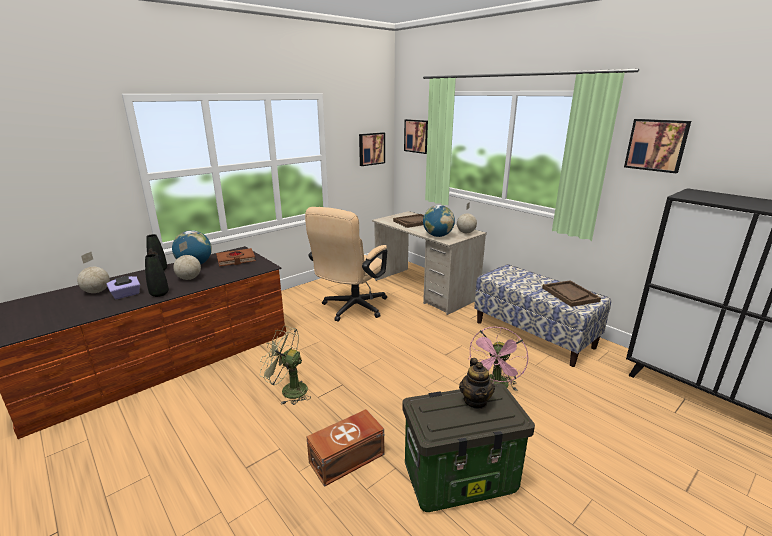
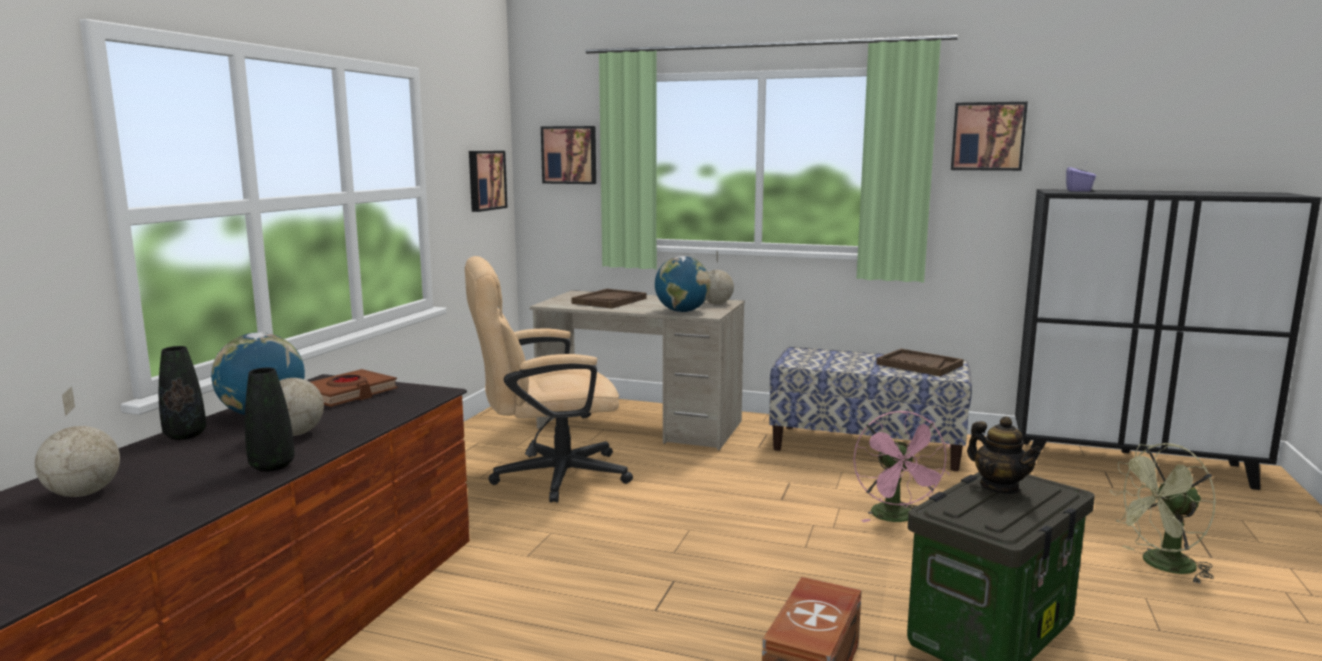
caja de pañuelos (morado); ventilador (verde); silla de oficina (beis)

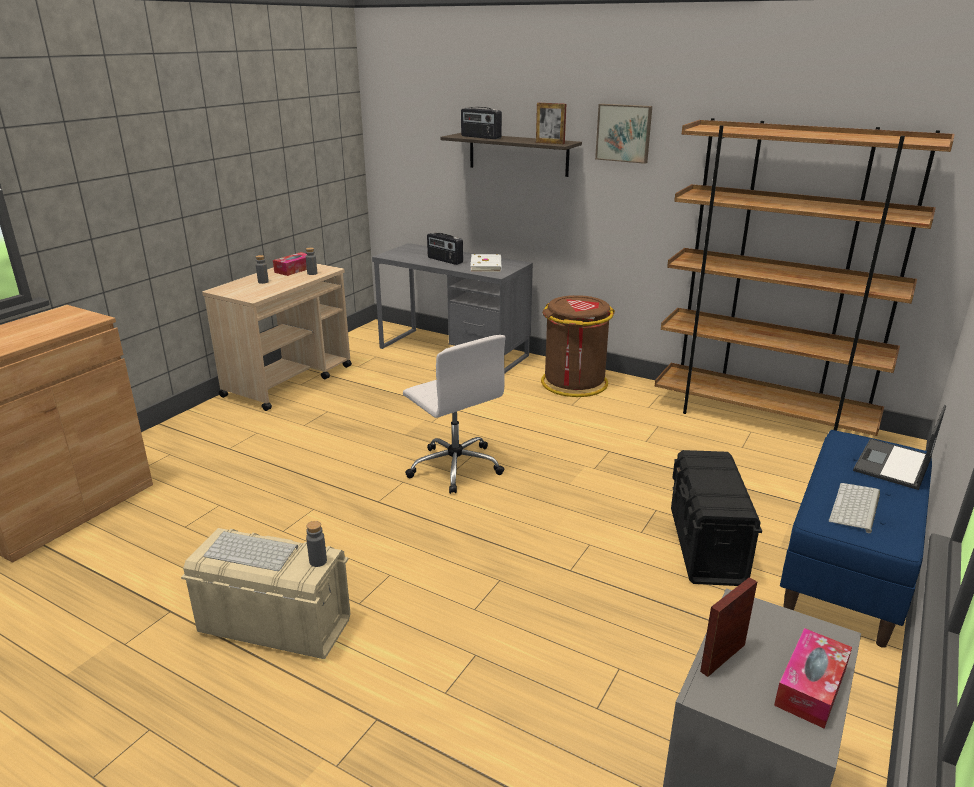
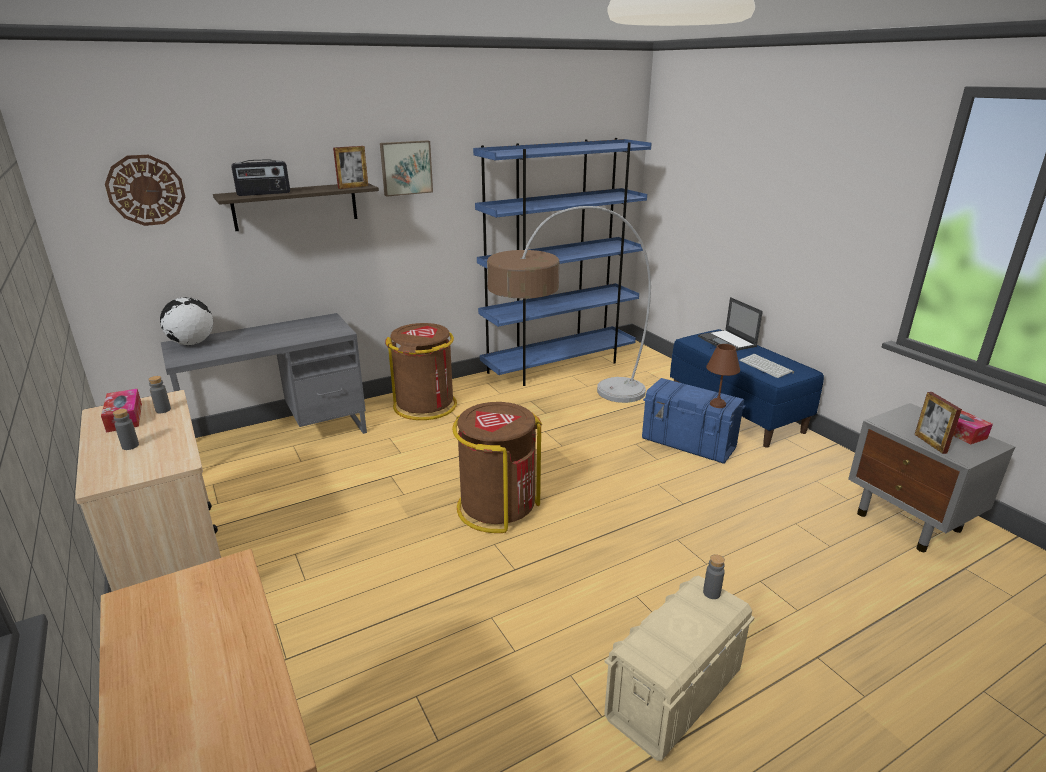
teclado (1st from left in the first image); papelera (marrón) (2nd from left); radio (1st from left in the first image); libro (blanco); estantería (azul); caja de almacenaje (azul); reloj de pared; globo terráqueo; lámpara de pie; lámpara de mesa (marrón)

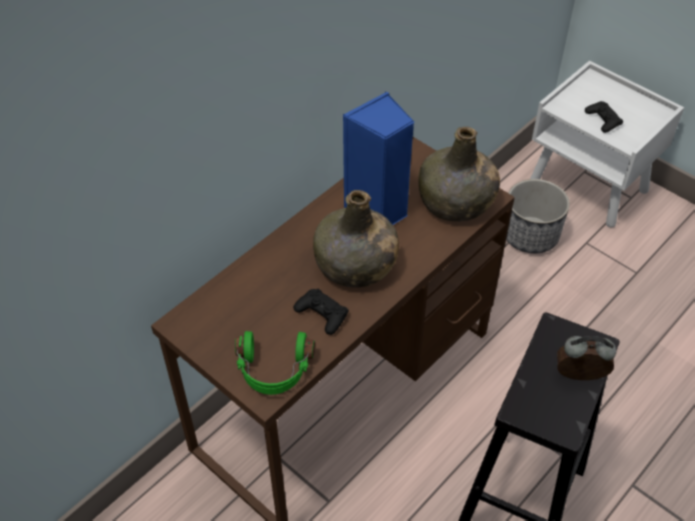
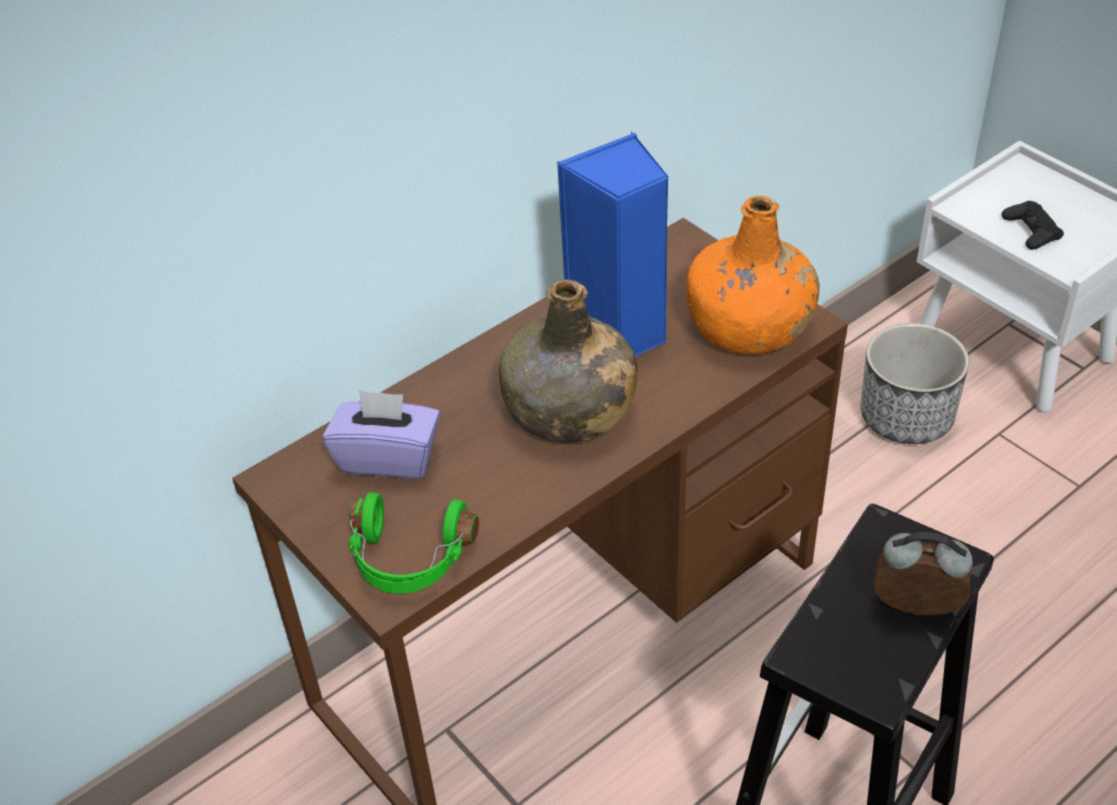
mando de consola (negro) (1st from left in the first image); botella (naranja); caja de pañuelos (morado)

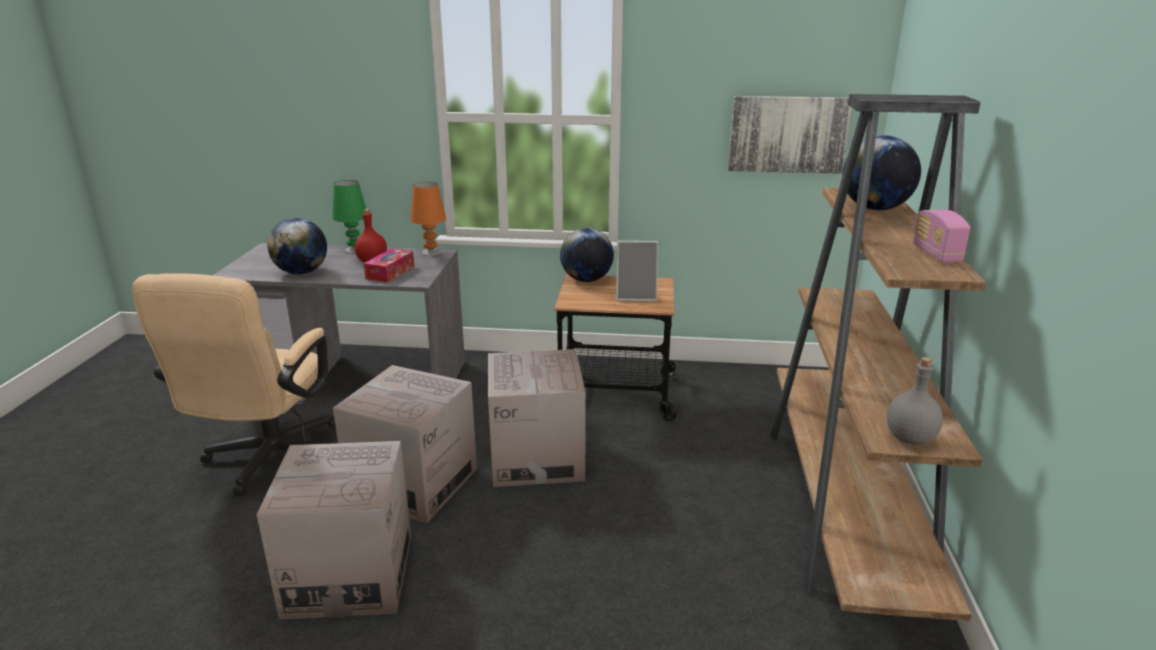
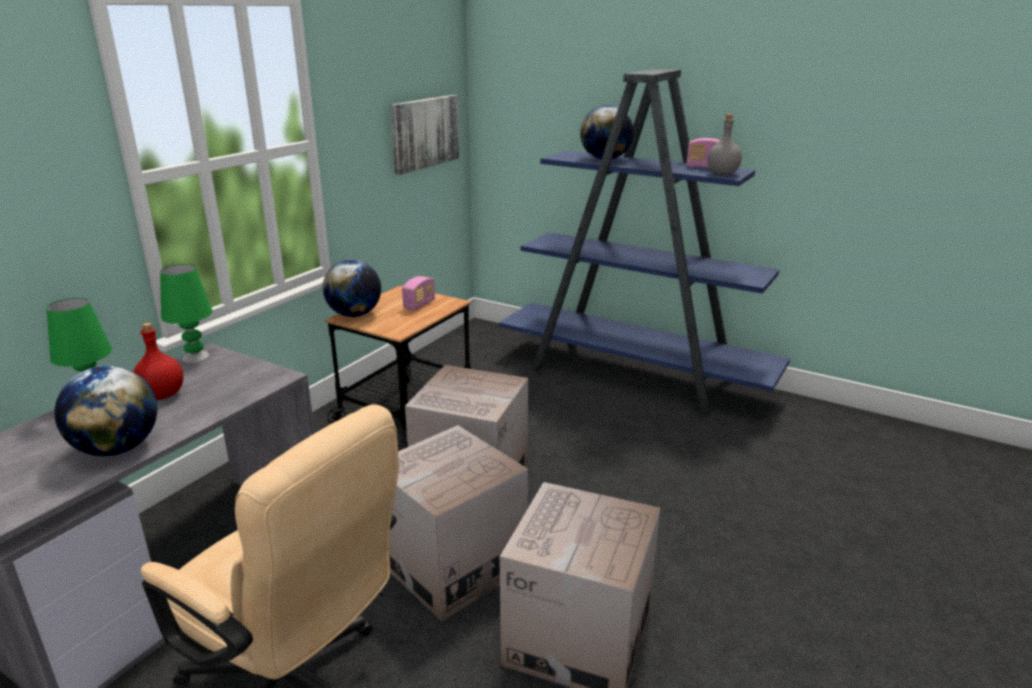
caja de pañuelos; lámpara de mesa (verde) (2nd from left); radio (1st from left); estantería (azul); botella (gris)

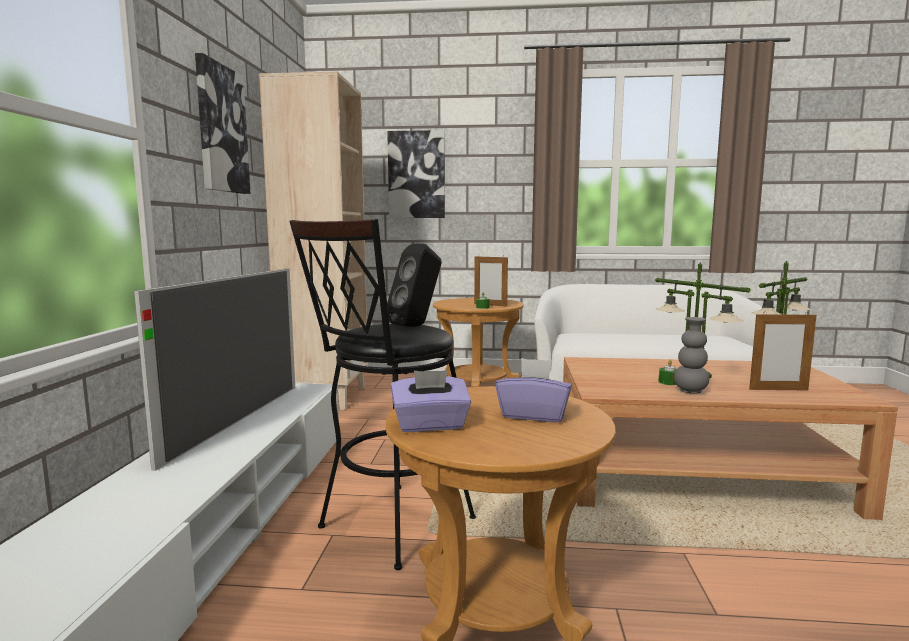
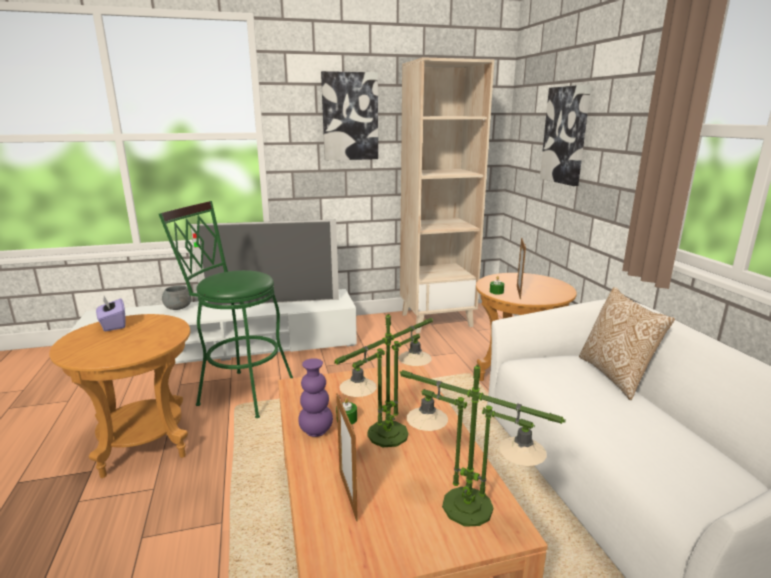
taburete (verde); altavoz (negro); caja de pañuelos (morado) (2nd from left in the first image); florero (morado); cuenco (gris); cojín

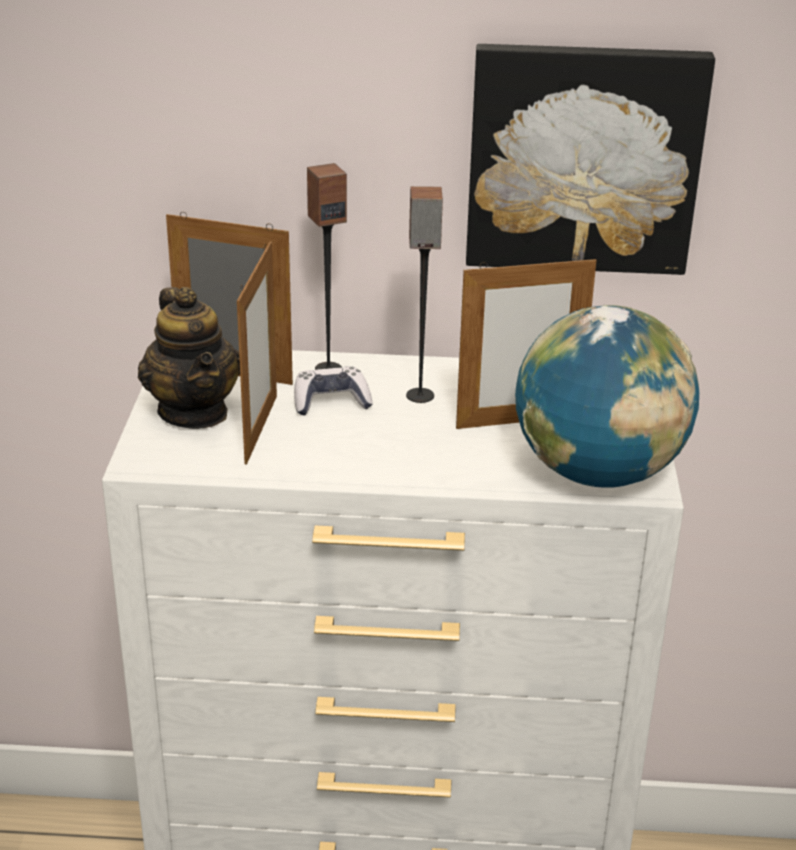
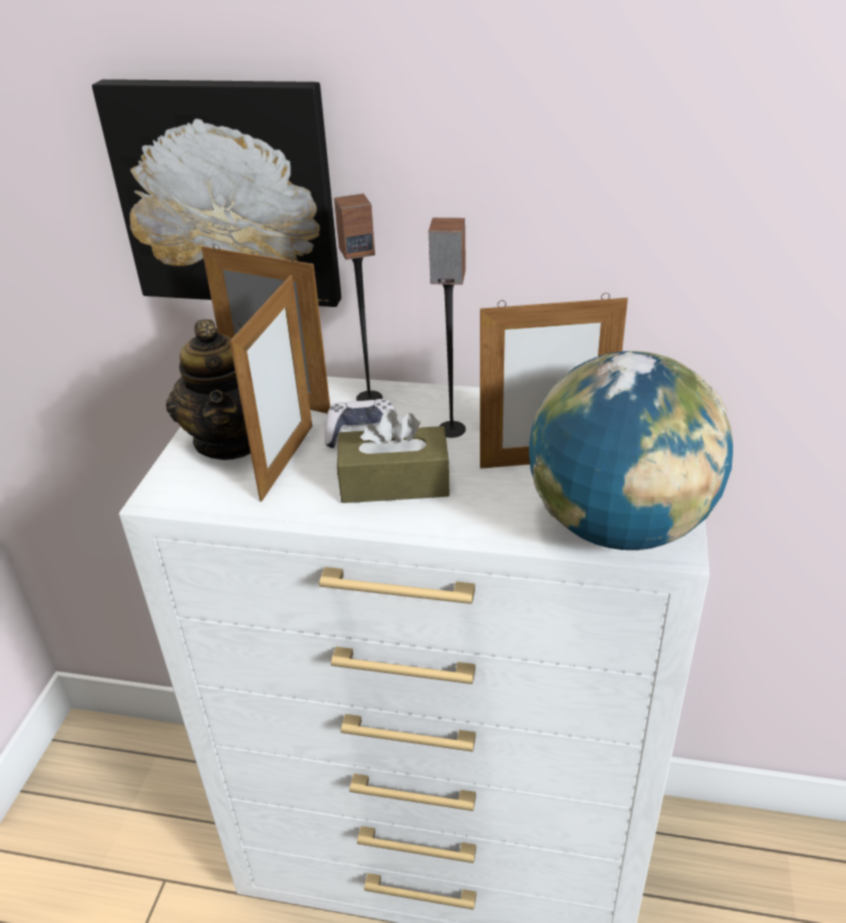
cuadro; caja de pañuelos (marrón)

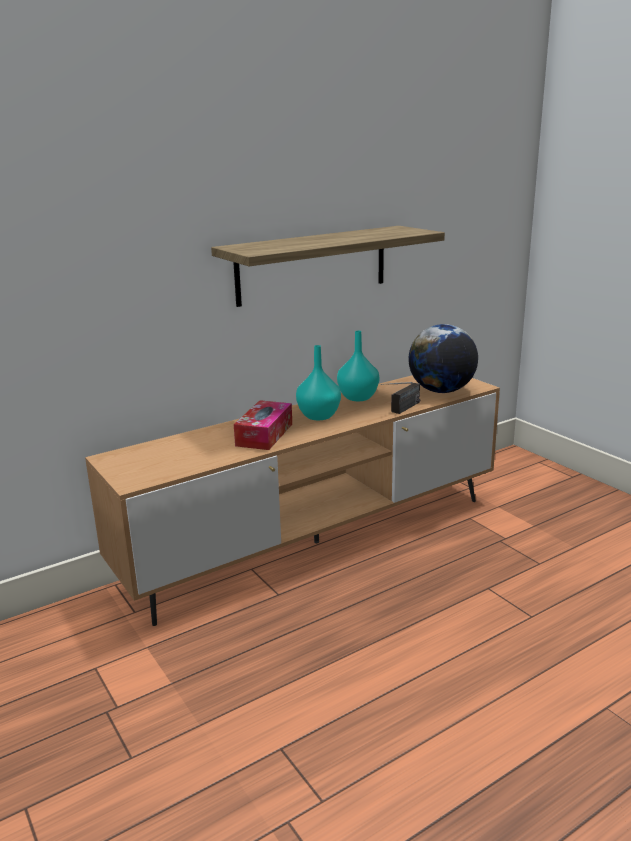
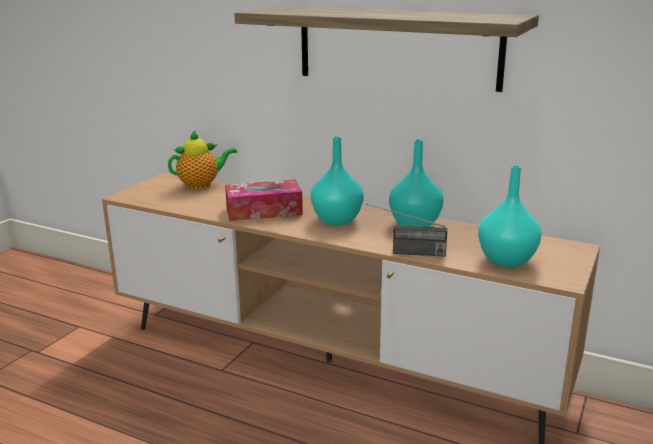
florero (turquesa) (3rd from left); tetera

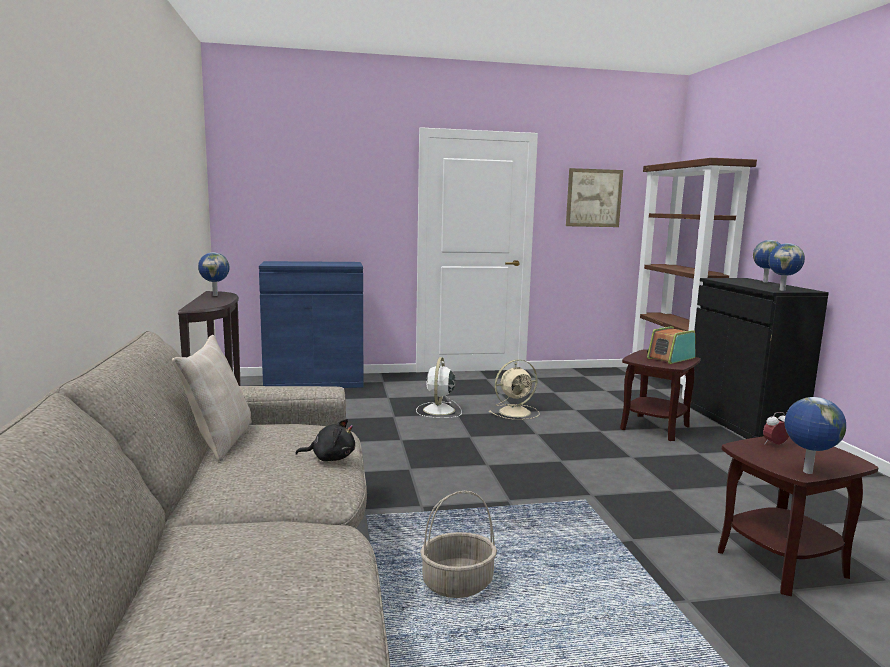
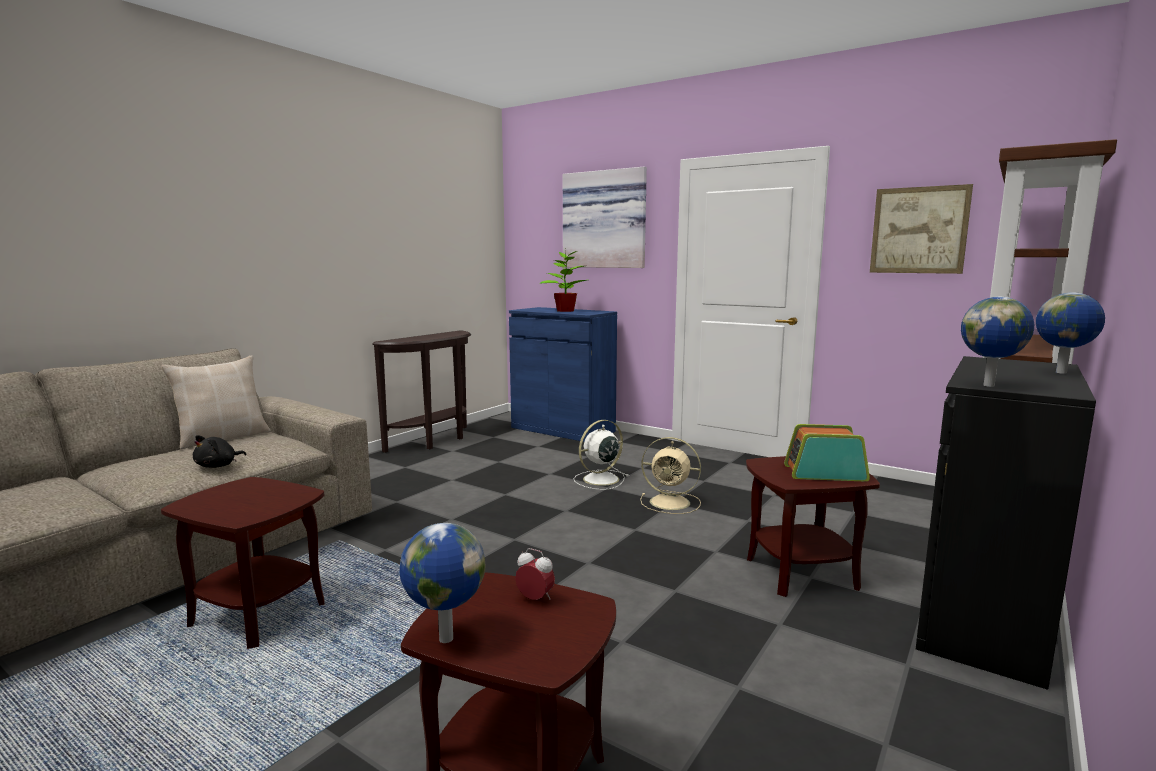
globo terráqueo (1st from left in the first image); peluche (negro); mesa auxiliar (marrón) (1st from left); planta en maceta; cuadro (1st from left)

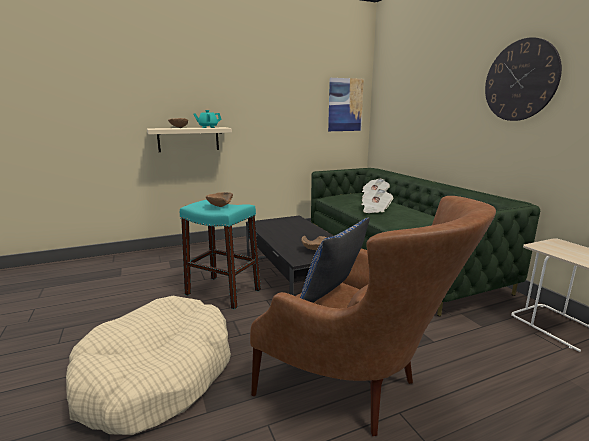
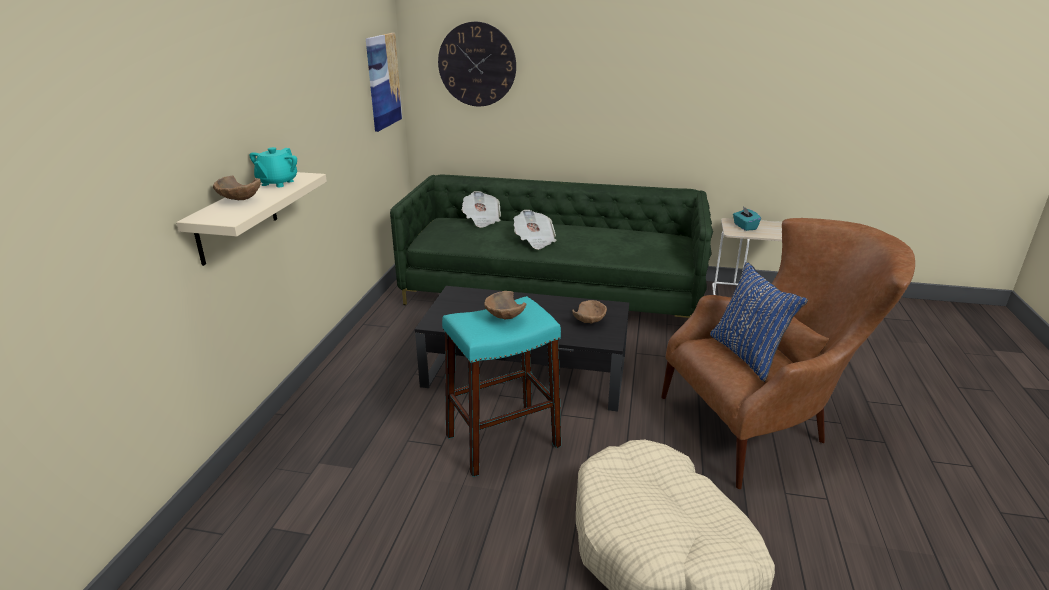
reloj de pared; caja de pañuelos (turquesa)

